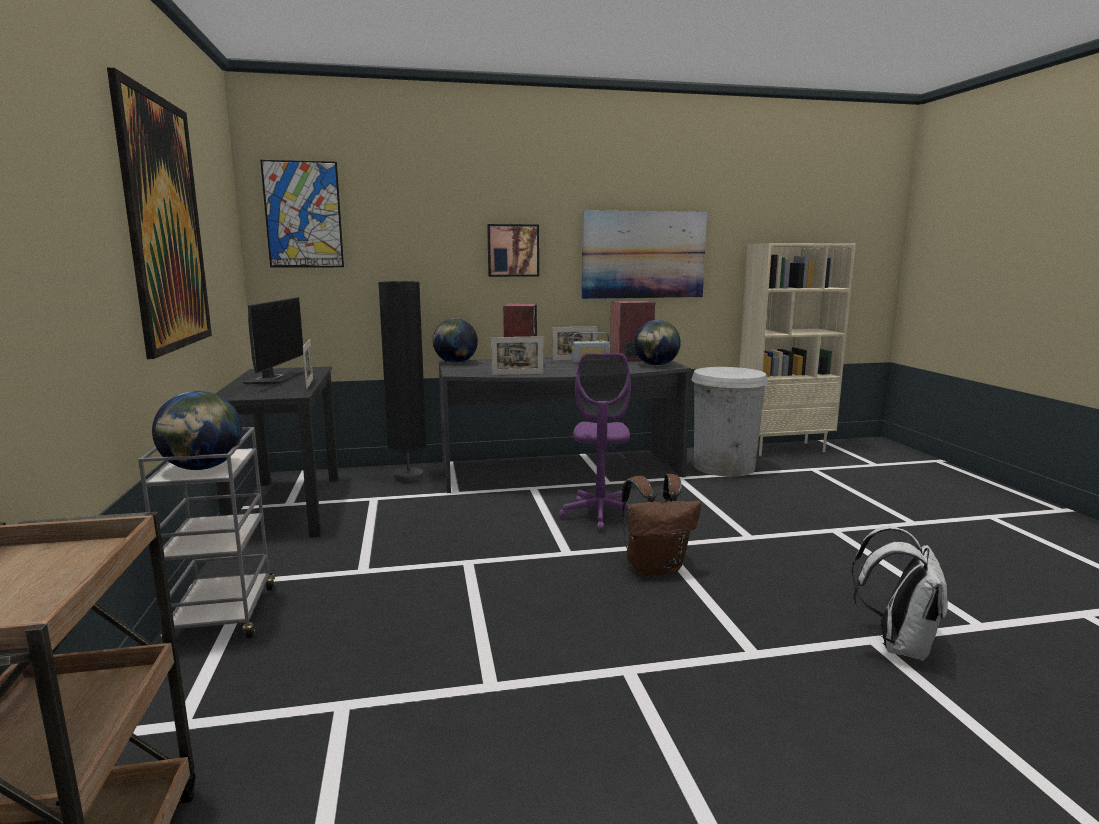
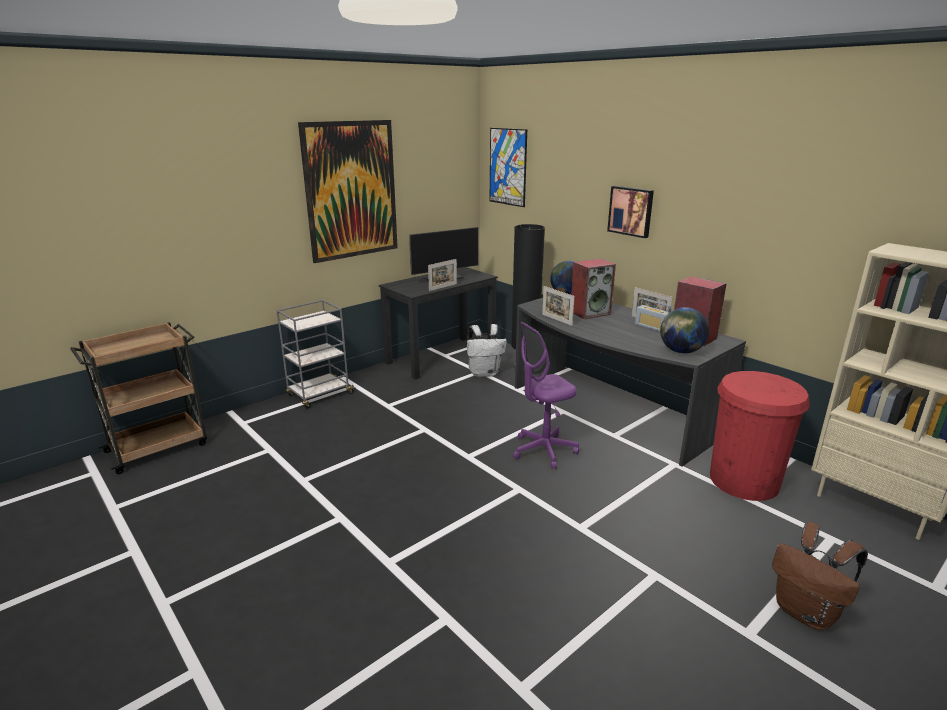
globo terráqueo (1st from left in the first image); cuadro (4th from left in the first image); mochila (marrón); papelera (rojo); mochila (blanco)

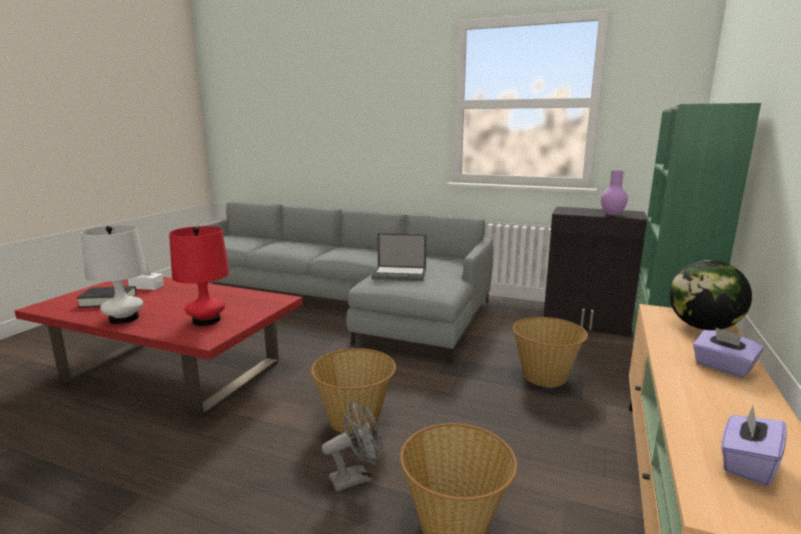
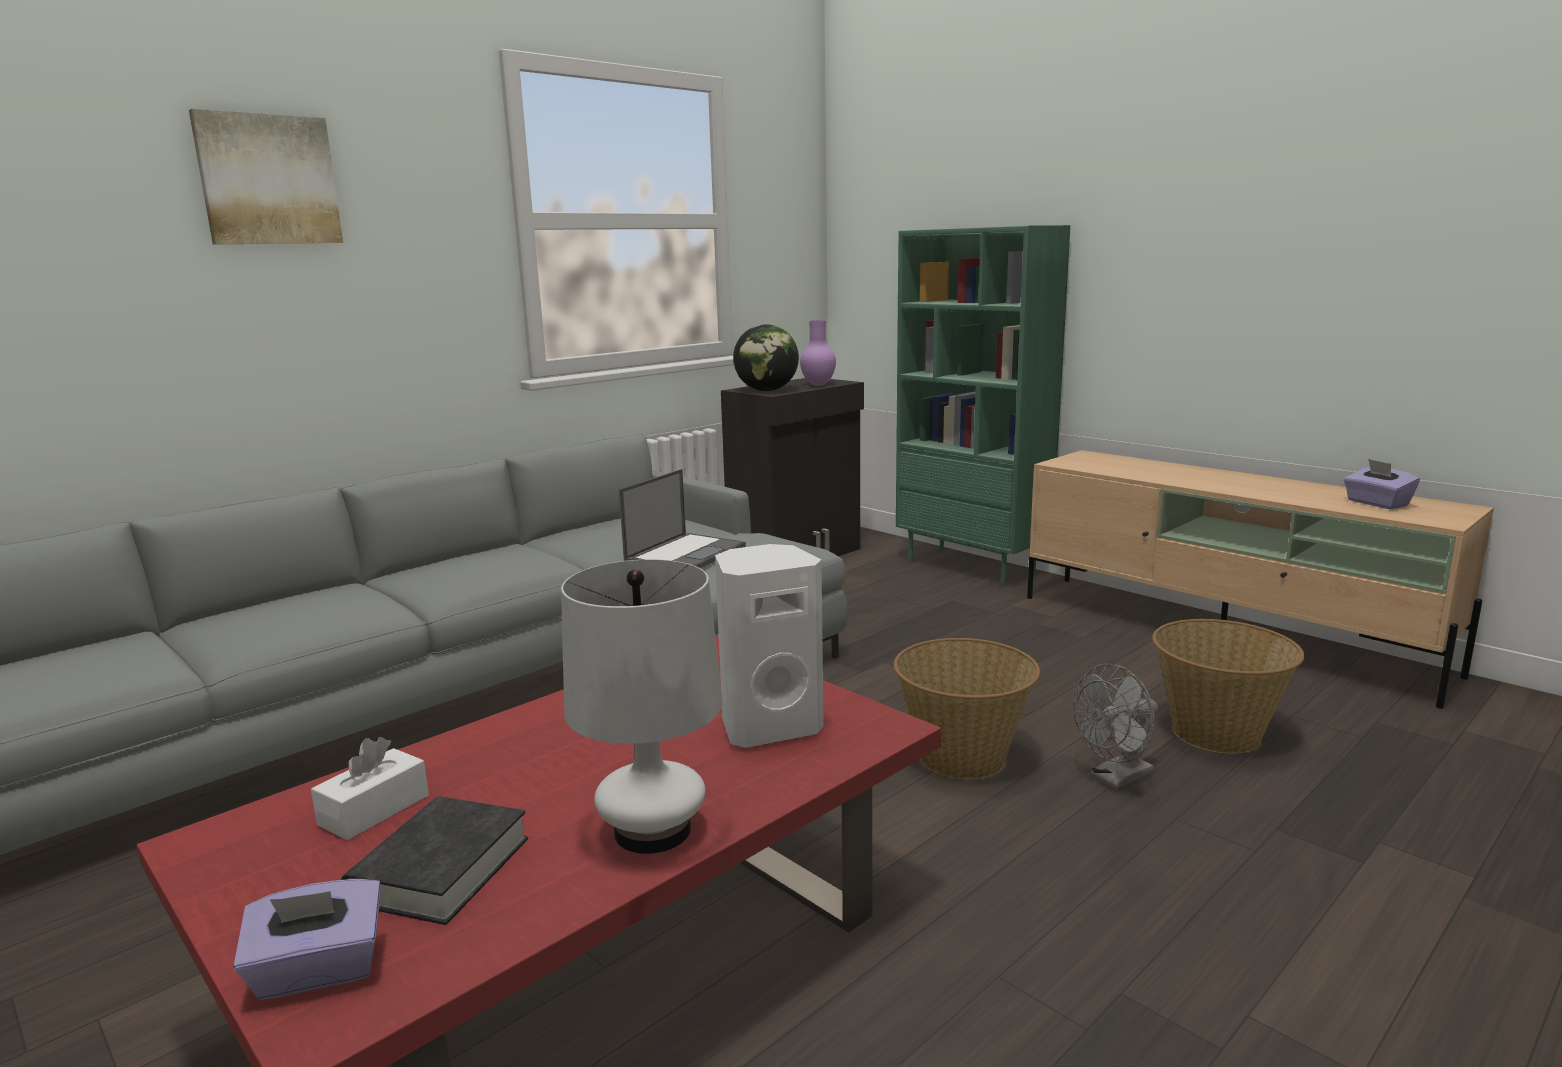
altavoz (blanco); ventilador (gris); cesta (3rd from left in the first image); globo terráqueo; caja de pañuelos (morado) (1st from left); cuadro

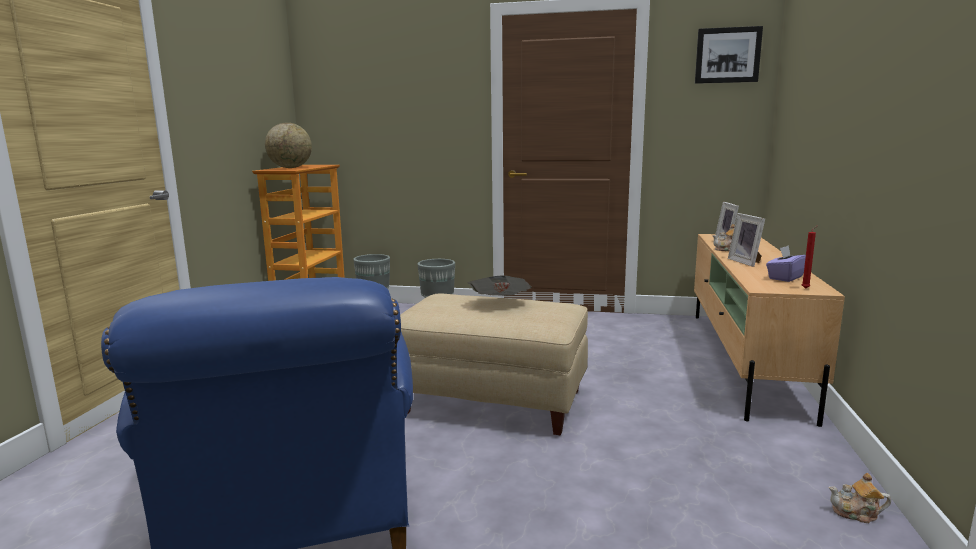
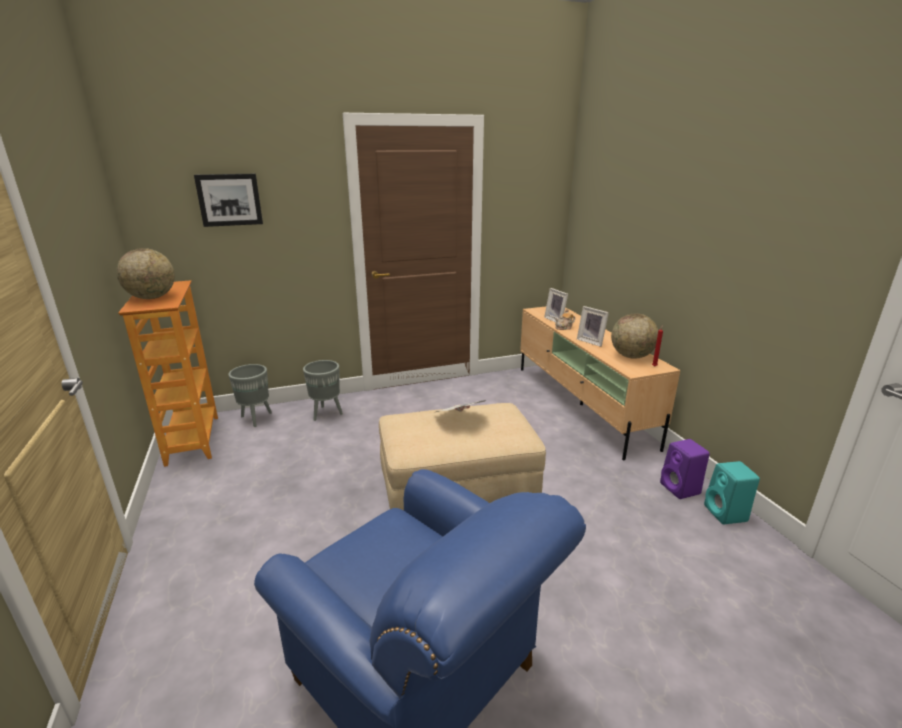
cuadro; globo terráqueo (2nd from left); altavoz (turquesa); altavoz (morado)

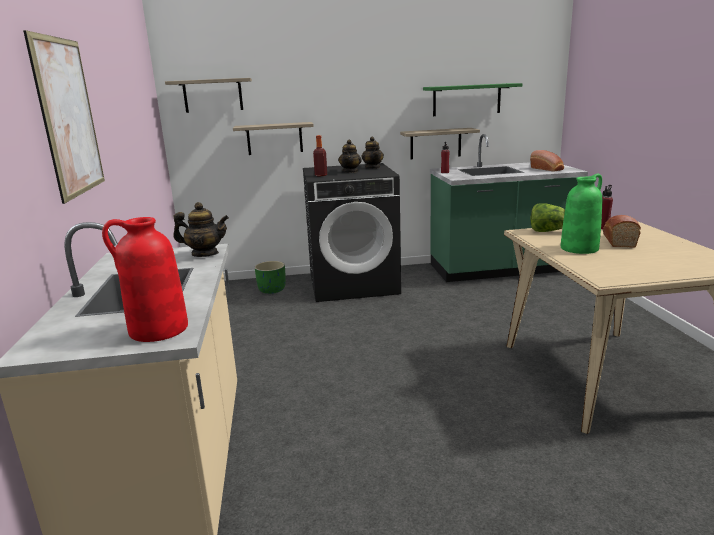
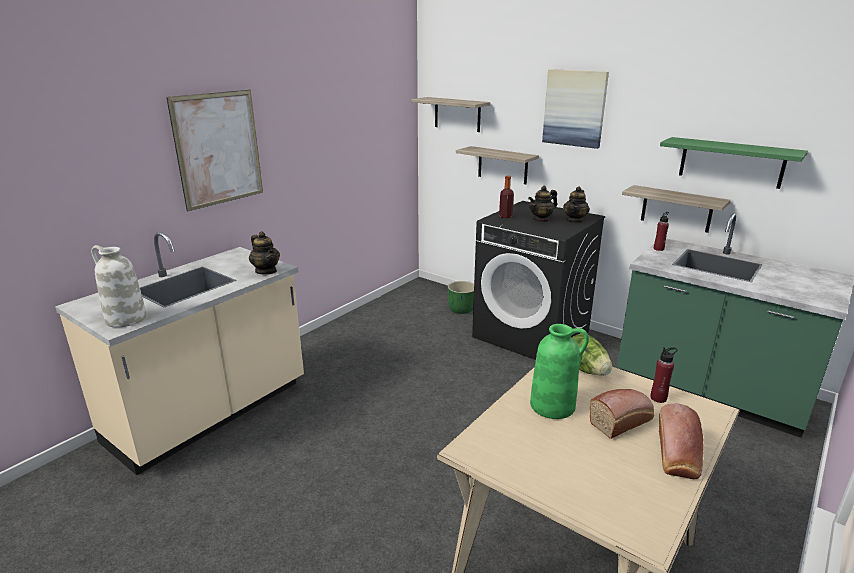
florero (blanco); pan (2nd from left); cuadro (2nd from left)

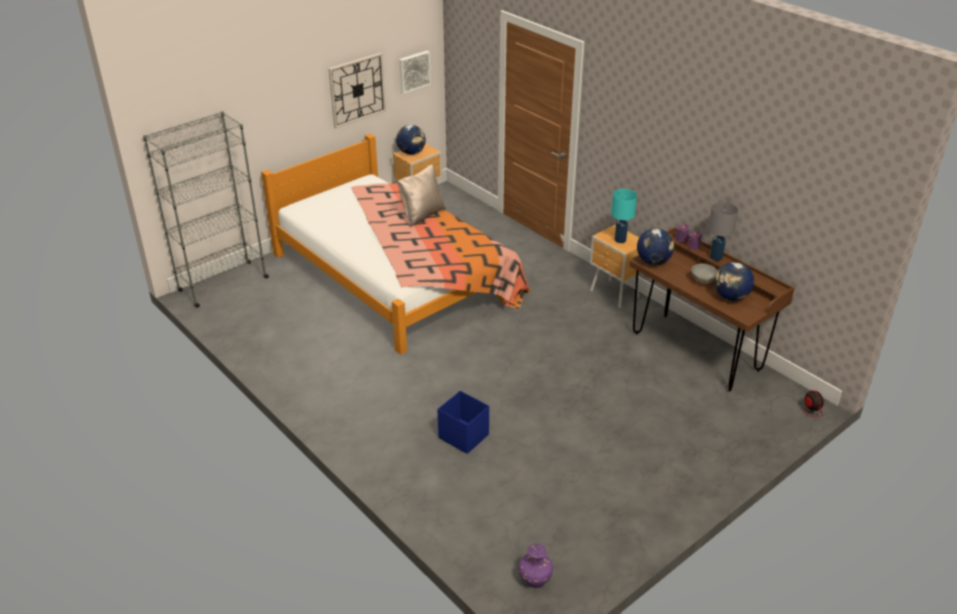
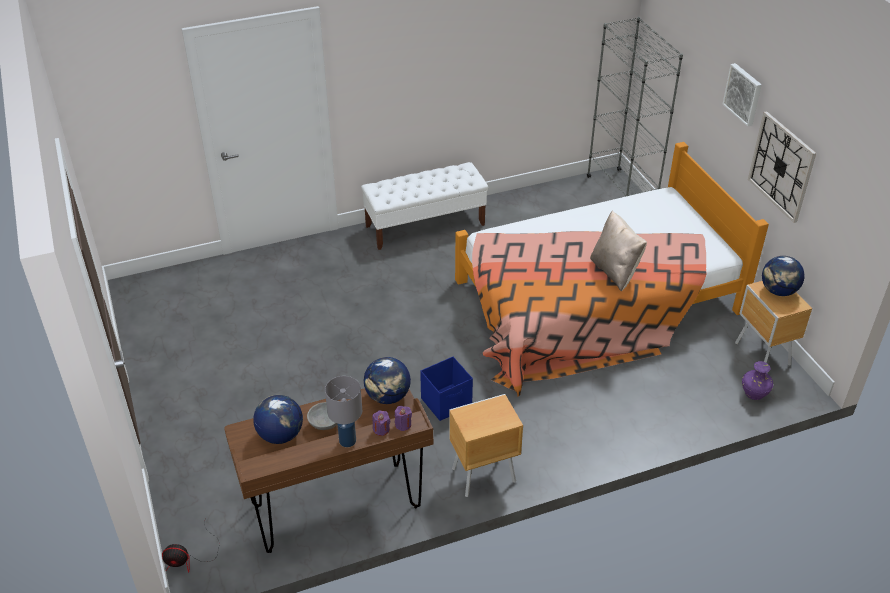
cuadro; caja de almacenaje (azul); florero (morado); lámpara de mesa (turquesa); banco (blanco)

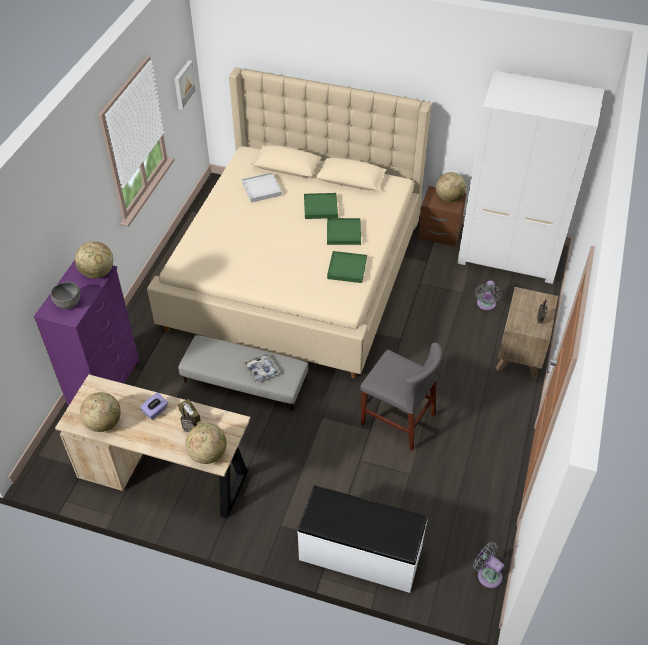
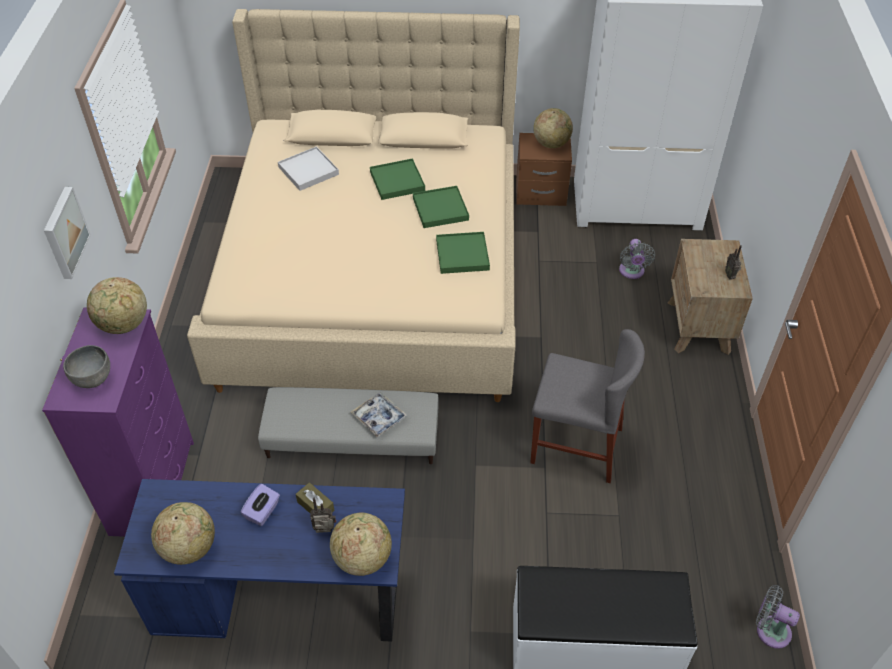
escritorio (azul); cuadro

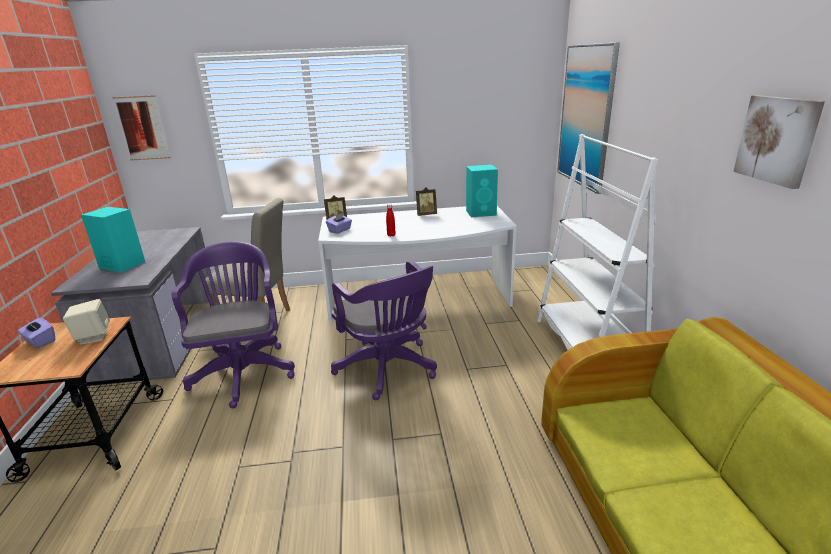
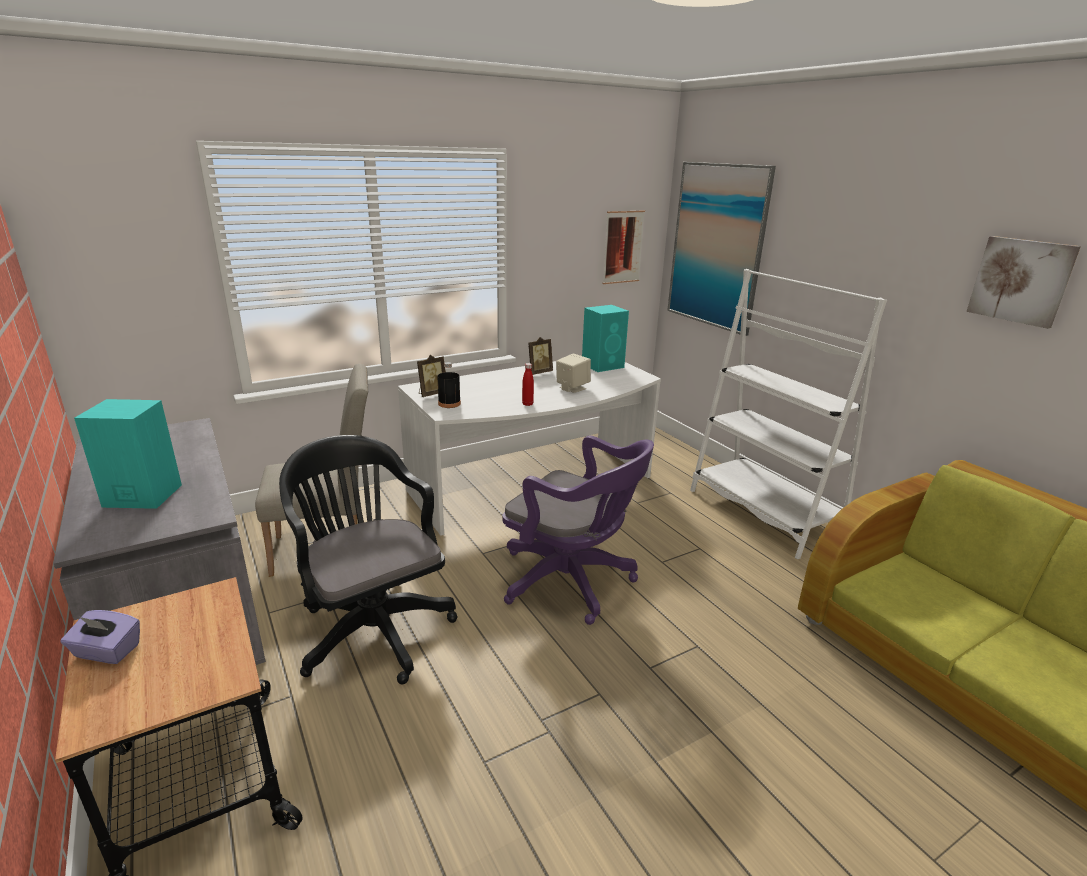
altavoz (beis); cuadro (1st from left); silla de oficina (negro); botella (negro)

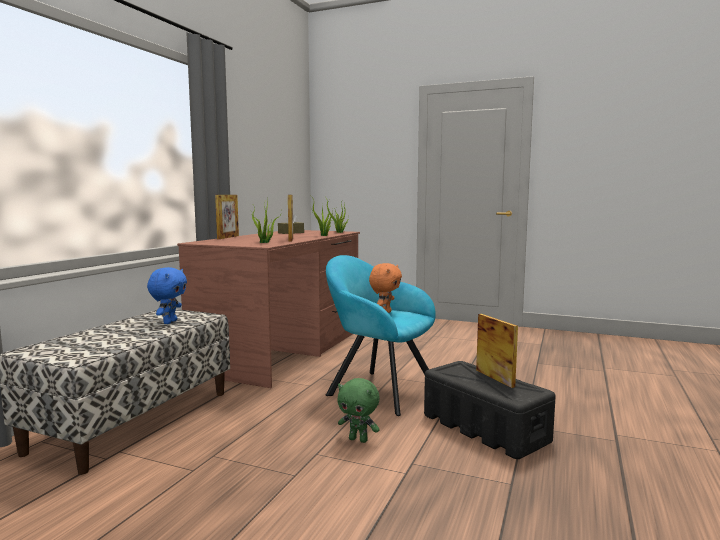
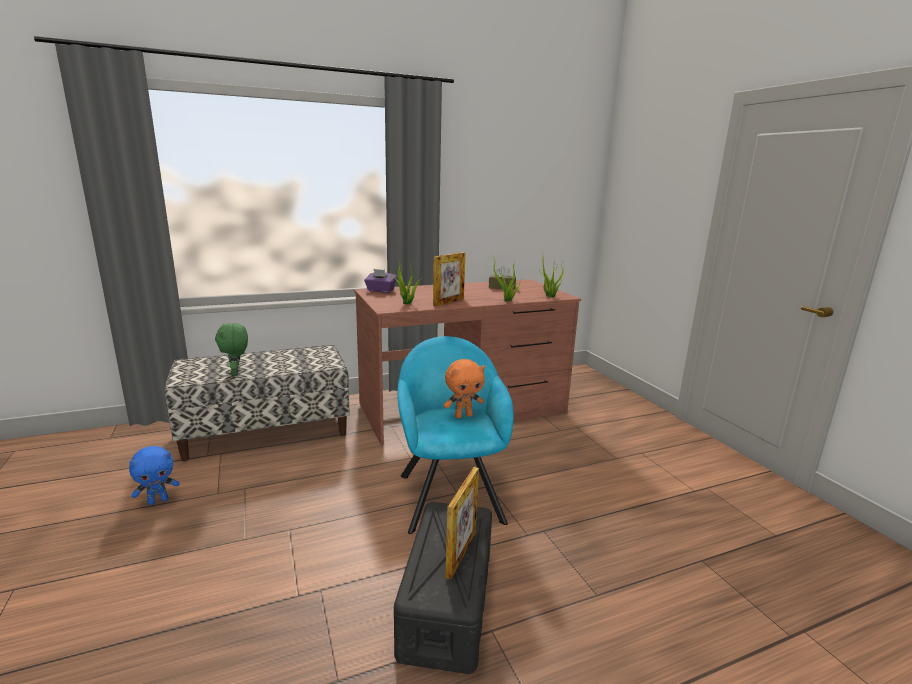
peluche (azul); portarretratos (1st from left in the first image); peluche (verde); caja de pañuelos (morado)

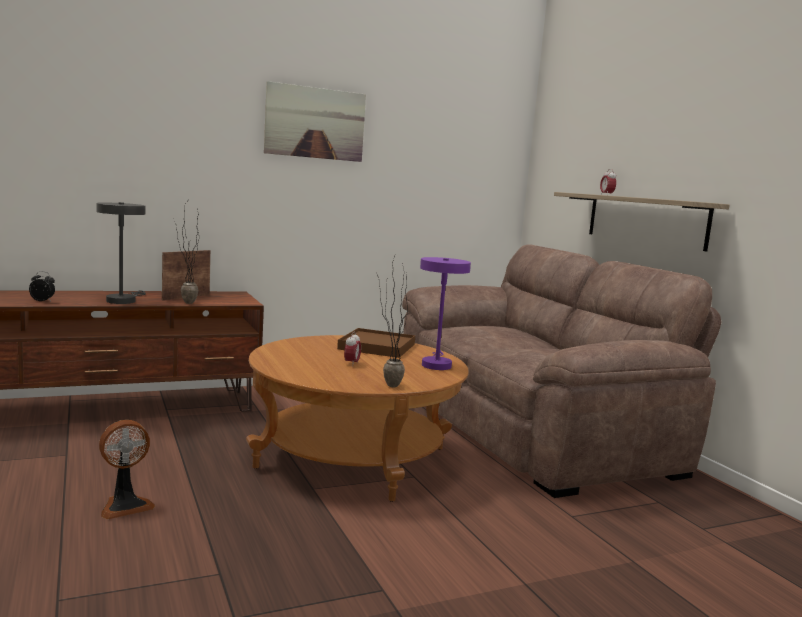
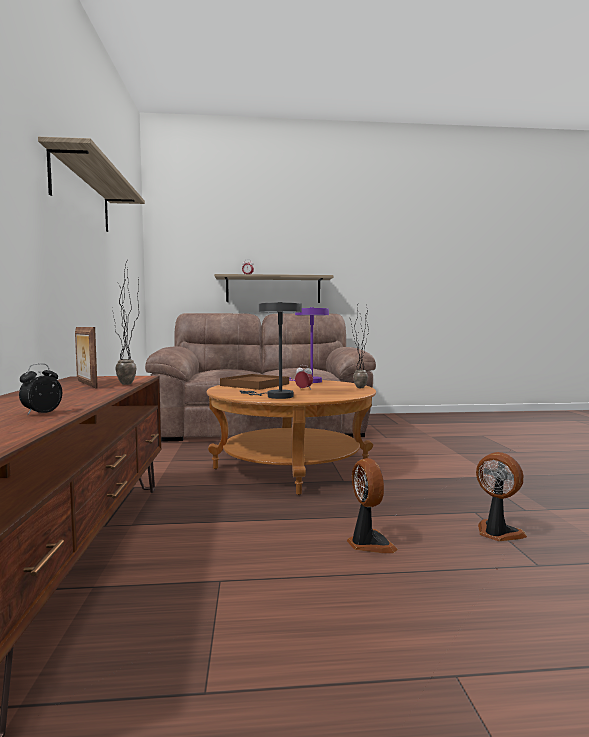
lámpara de mesa (gris); estante (1st from left); ventilador (2nd from left)

